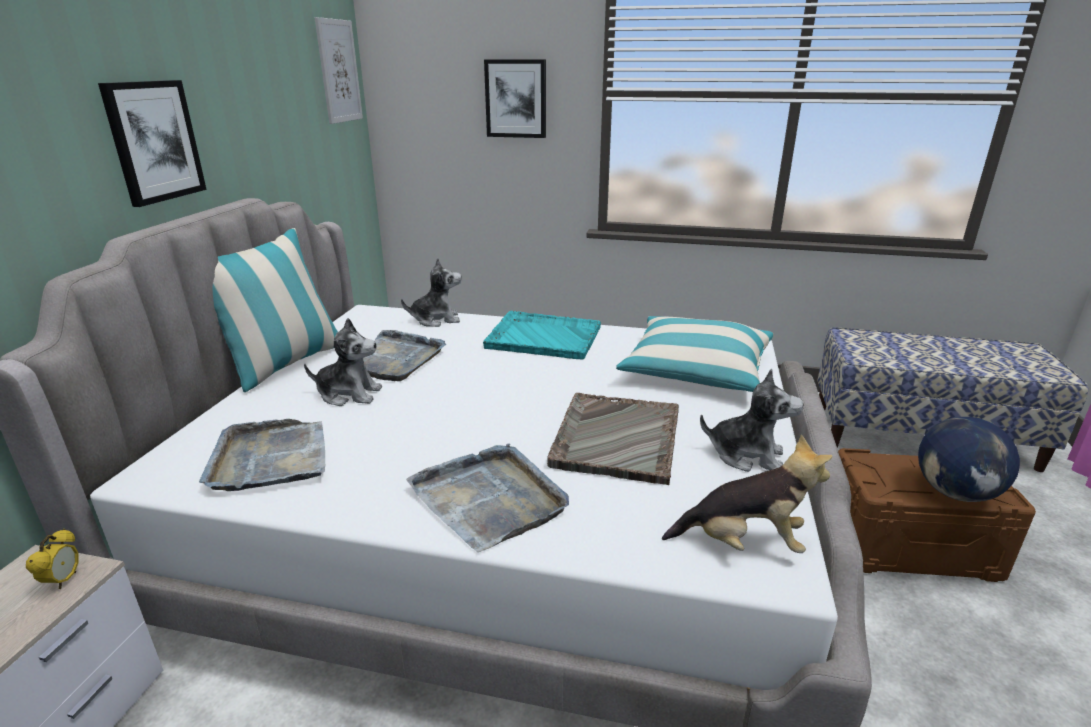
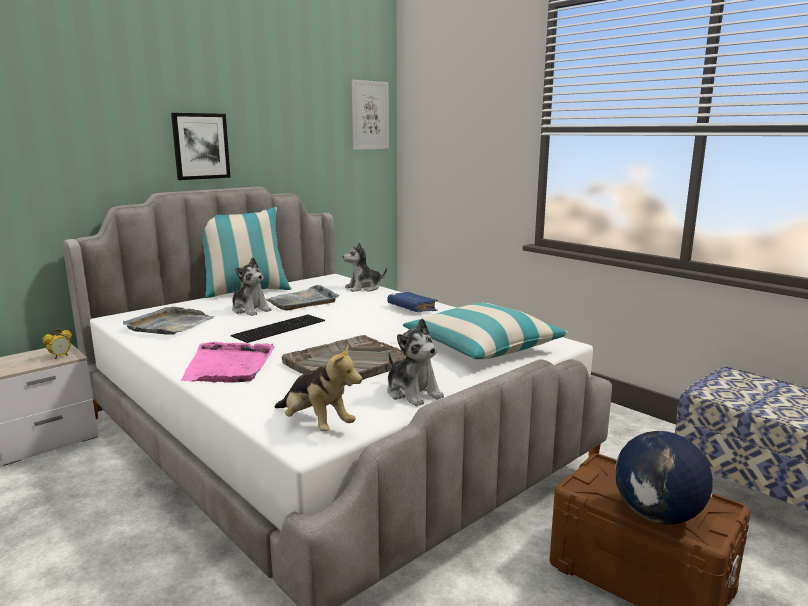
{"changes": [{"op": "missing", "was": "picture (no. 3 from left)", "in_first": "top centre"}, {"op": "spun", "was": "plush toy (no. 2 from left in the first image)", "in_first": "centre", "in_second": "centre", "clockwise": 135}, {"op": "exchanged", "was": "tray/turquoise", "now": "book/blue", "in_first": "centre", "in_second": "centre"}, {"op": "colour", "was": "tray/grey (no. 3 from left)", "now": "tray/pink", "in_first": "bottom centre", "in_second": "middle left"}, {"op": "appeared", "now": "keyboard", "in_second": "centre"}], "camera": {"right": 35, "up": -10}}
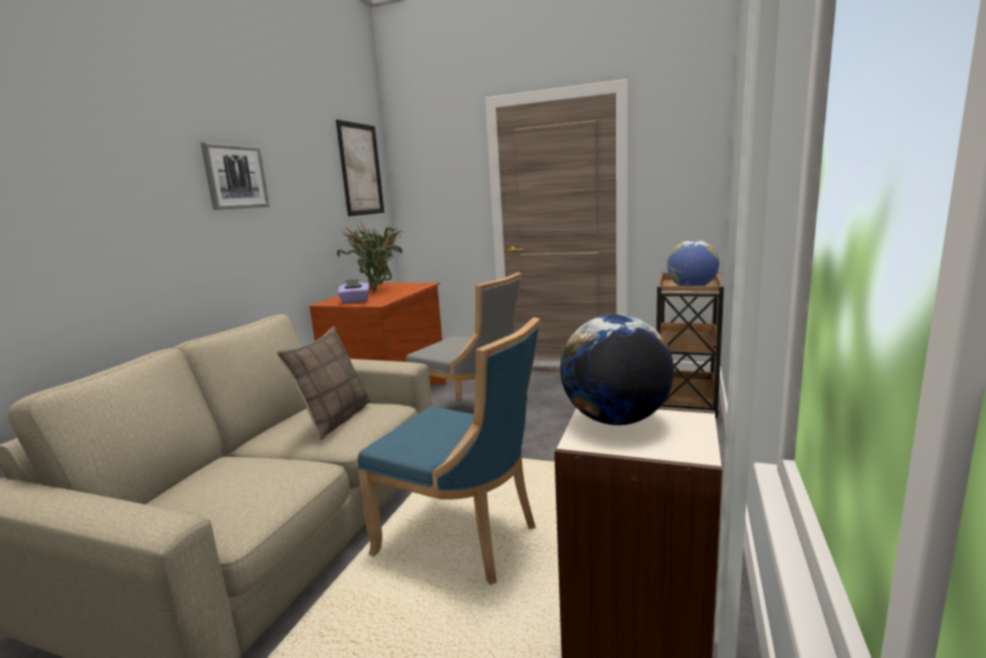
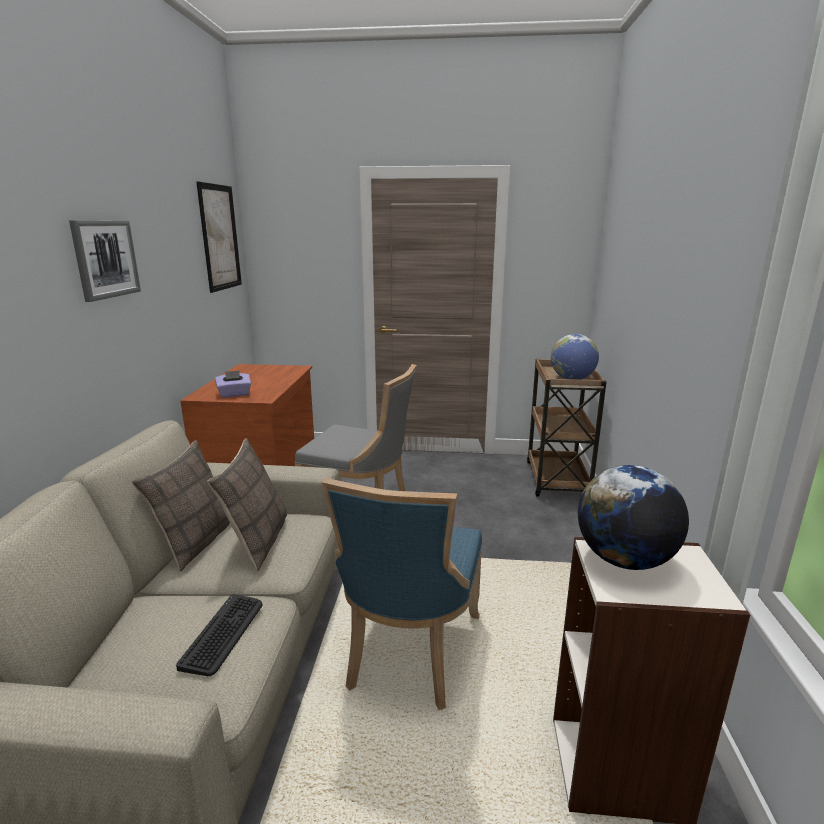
{"changes": [{"op": "missing", "was": "potted plant", "in_first": "centre"}, {"op": "spun", "was": "chair/blue", "in_first": "bottom centre", "in_second": "bottom centre", "clockwise": 90}, {"op": "appeared", "now": "pillow (no. 1 from left)", "in_second": "middle left"}, {"op": "appeared", "now": "keyboard", "in_second": "bottom left"}], "camera": {"right": -15, "up": 5}}
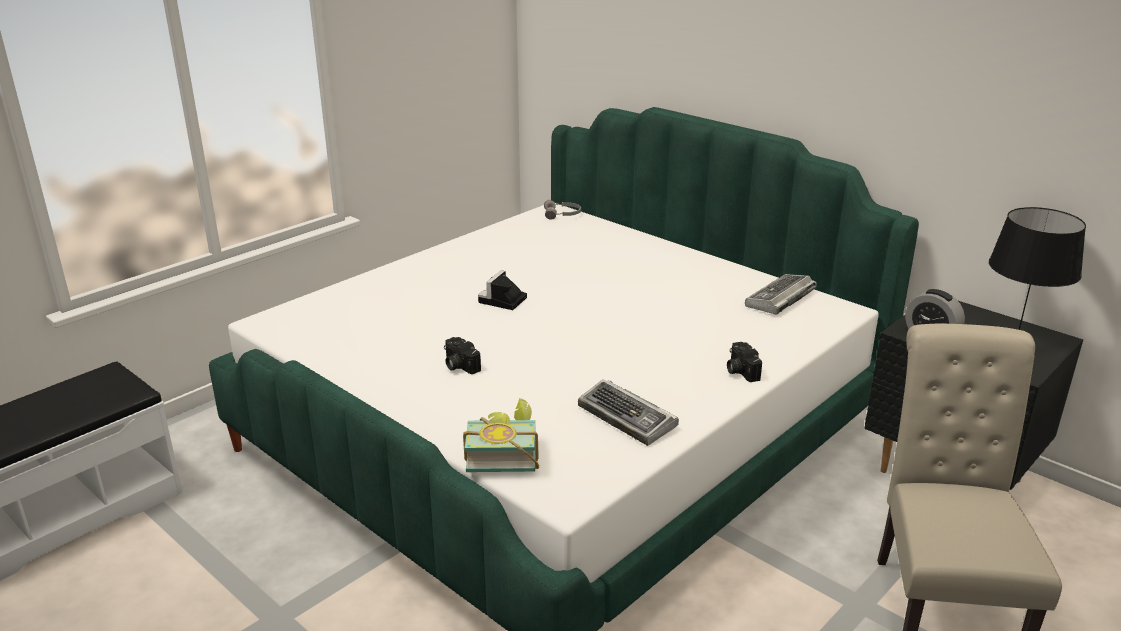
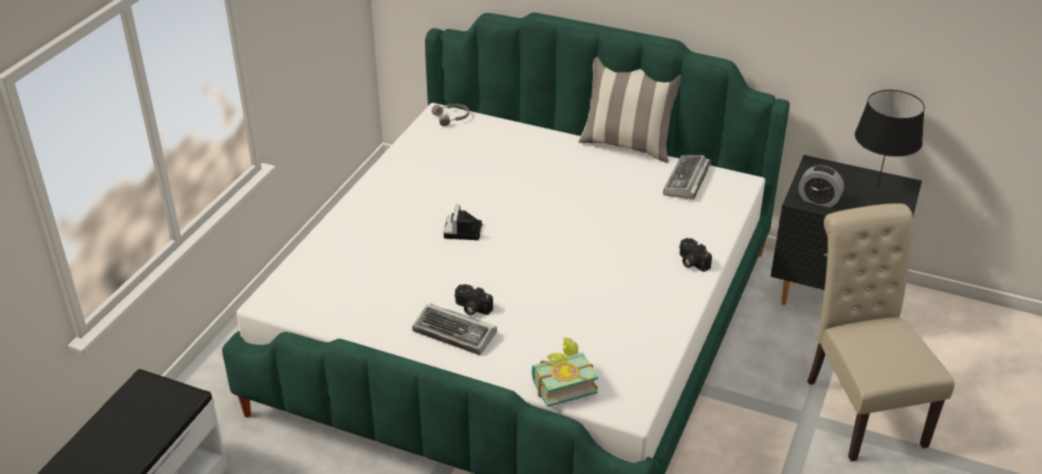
{"changes": [{"op": "relocated", "was": "keyboard (no. 1 from left)", "in_first": "centre", "in_second": "bottom centre"}, {"op": "appeared", "now": "pillow", "in_second": "top centre"}], "camera": {"right": -20, "up": 10}}
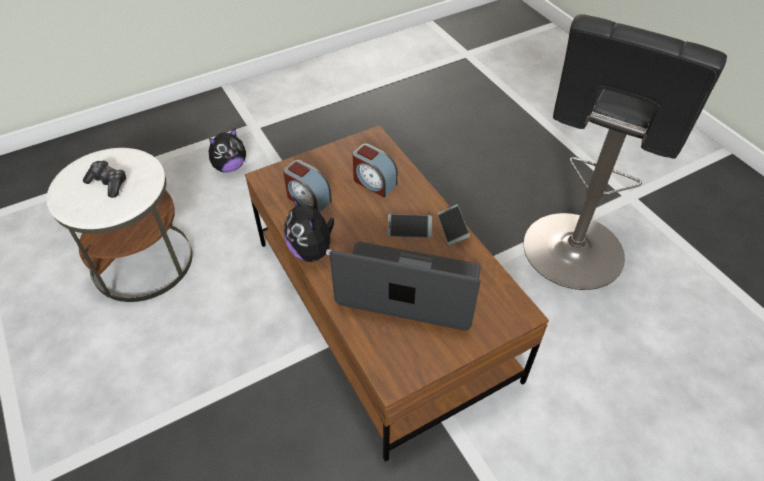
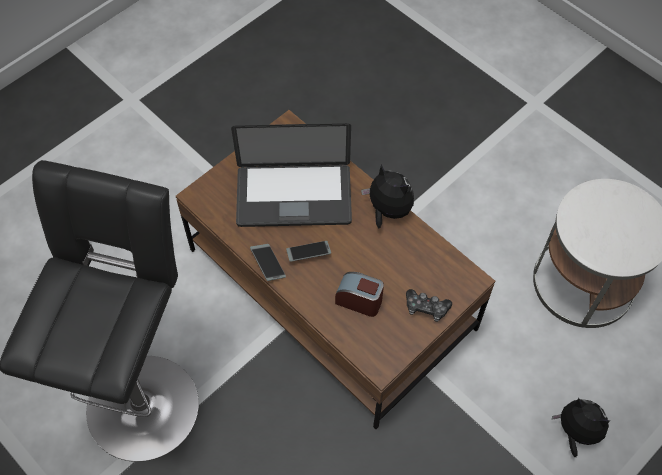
{"changes": [{"op": "spun", "was": "plush toy (no. 1 from left in the first image)", "in_first": "top left", "in_second": "bottom right", "clockwise": 90}, {"op": "relocated", "was": "game controller", "in_first": "middle left", "in_second": "centre"}, {"op": "missing", "was": "alarm clock (no. 1 from left)", "in_first": "centre"}], "camera": {"right": 165, "up": 10}}
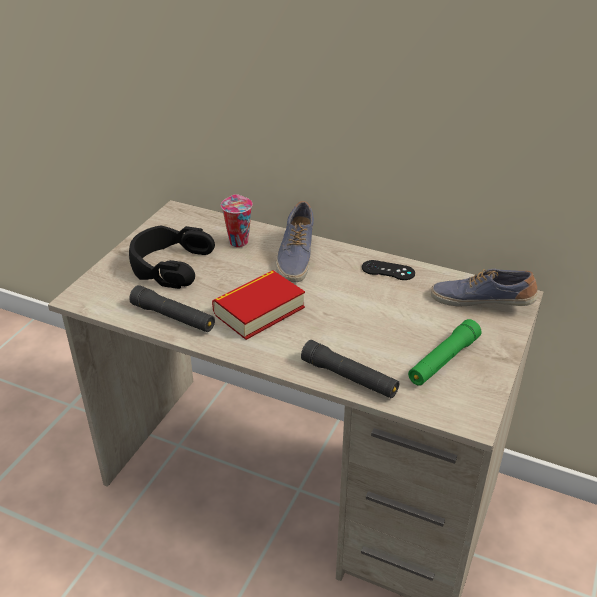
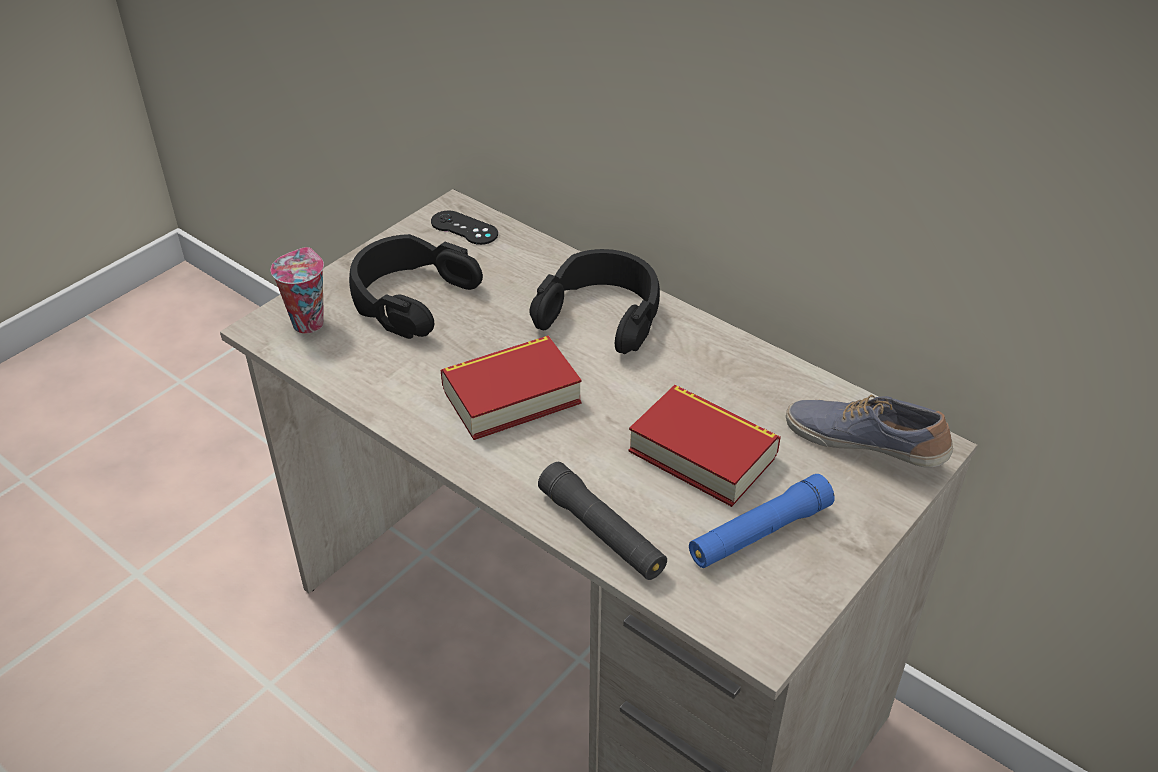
{"changes": [{"op": "relocated", "was": "cup", "in_first": "centre", "in_second": "middle left"}, {"op": "exchanged", "was": "shoe (no. 1 from left)", "now": "headphones/black (no. 2 from left)", "in_first": "centre", "in_second": "centre"}, {"op": "relocated", "was": "game controller/black", "in_first": "centre", "in_second": "top centre"}, {"op": "missing", "was": "flashlight/black (no. 1 from left)", "in_first": "middle left"}, {"op": "colour", "was": "flashlight/green", "now": "flashlight/blue", "in_first": "middle right", "in_second": "bottom centre"}, {"op": "appeared", "now": "book (no. 2 from left)", "in_second": "centre"}], "camera": {"right": 15, "up": 5}}
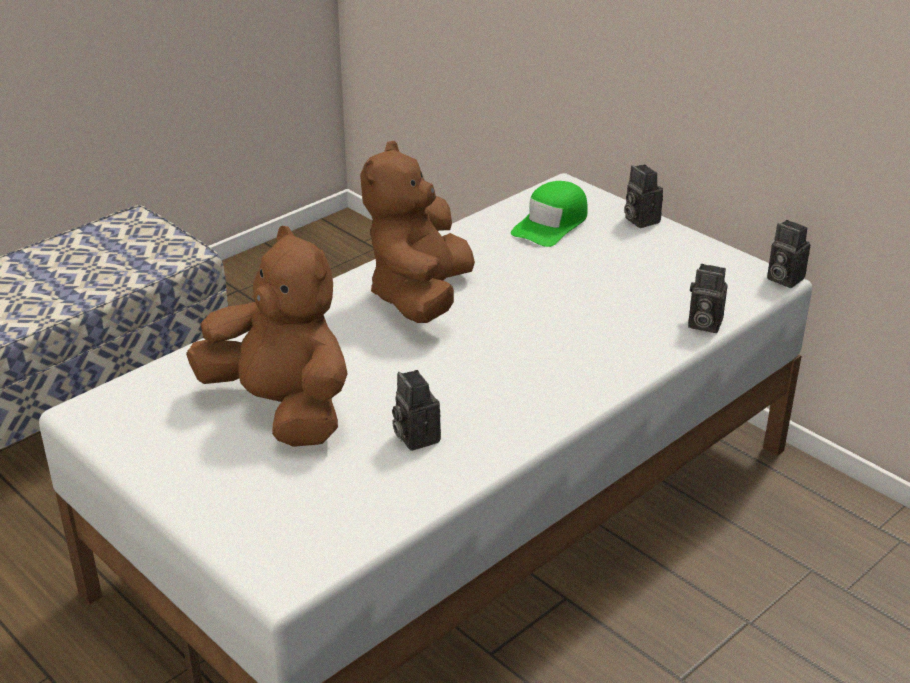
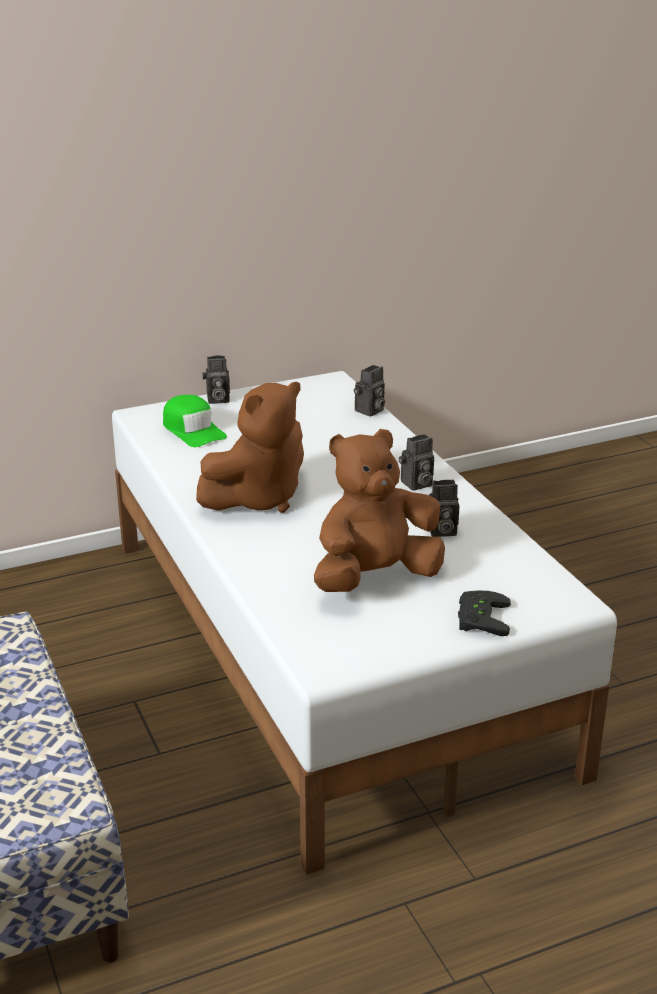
{"changes": [{"op": "spun", "was": "plush toy/brown (no. 2 from left in the first image)", "in_first": "centre", "in_second": "centre", "clockwise": -75}, {"op": "relocated", "was": "photo camera (no. 4 from left in the first image)", "now": "photo camera (no. 3 from left)", "in_first": "middle right", "in_second": "centre"}, {"op": "appeared", "now": "game controller/black", "in_second": "middle right"}], "camera": {"right": -70, "up": -5}}
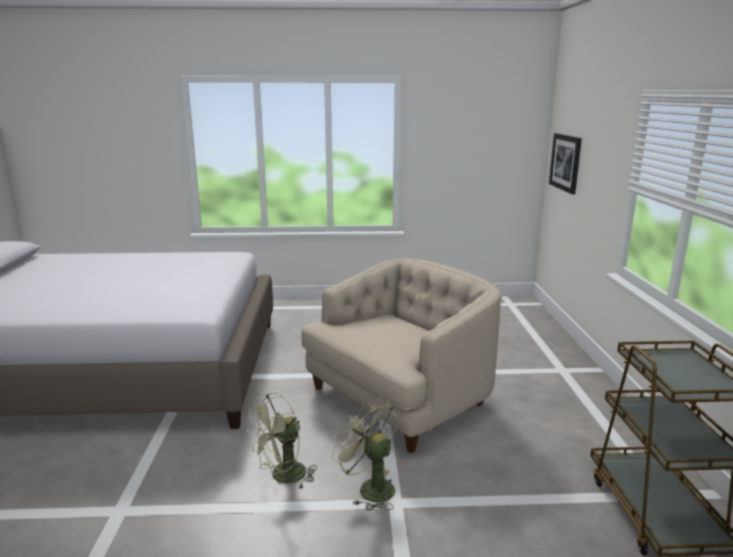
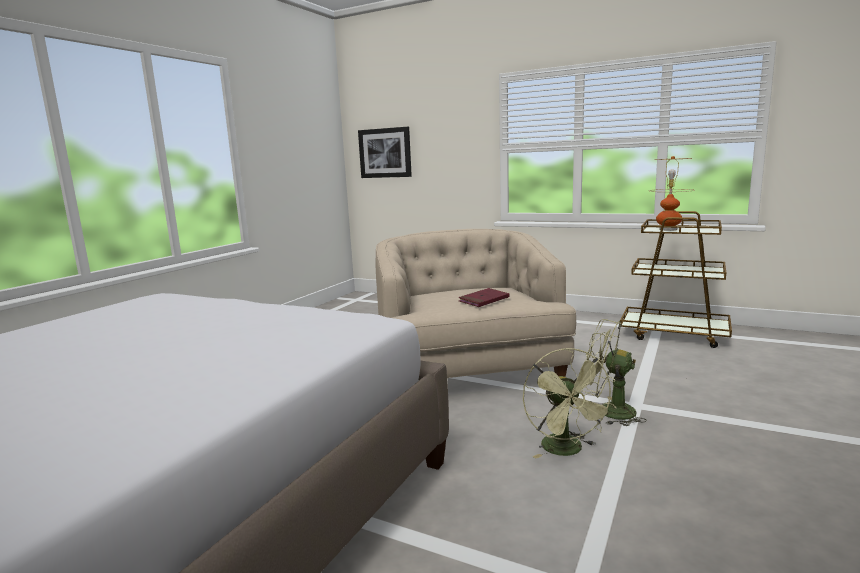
{"changes": [{"op": "spun", "was": "fan/green (no. 2 from left)", "in_first": "bottom centre", "in_second": "middle right", "clockwise": 45}, {"op": "appeared", "now": "table lamp", "in_second": "middle right"}, {"op": "appeared", "now": "book/red", "in_second": "centre"}], "camera": {"right": -60, "up": -5}}
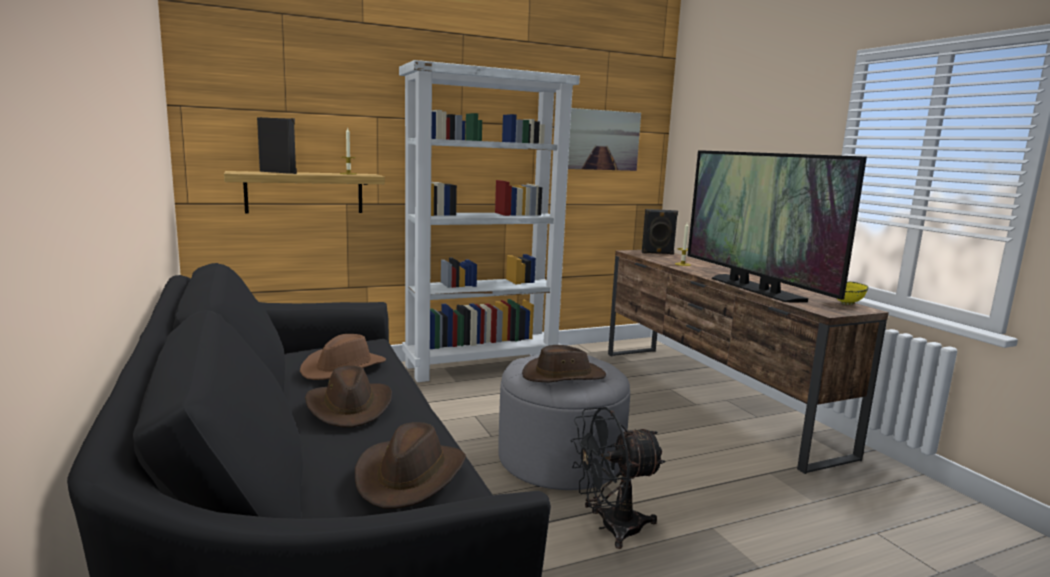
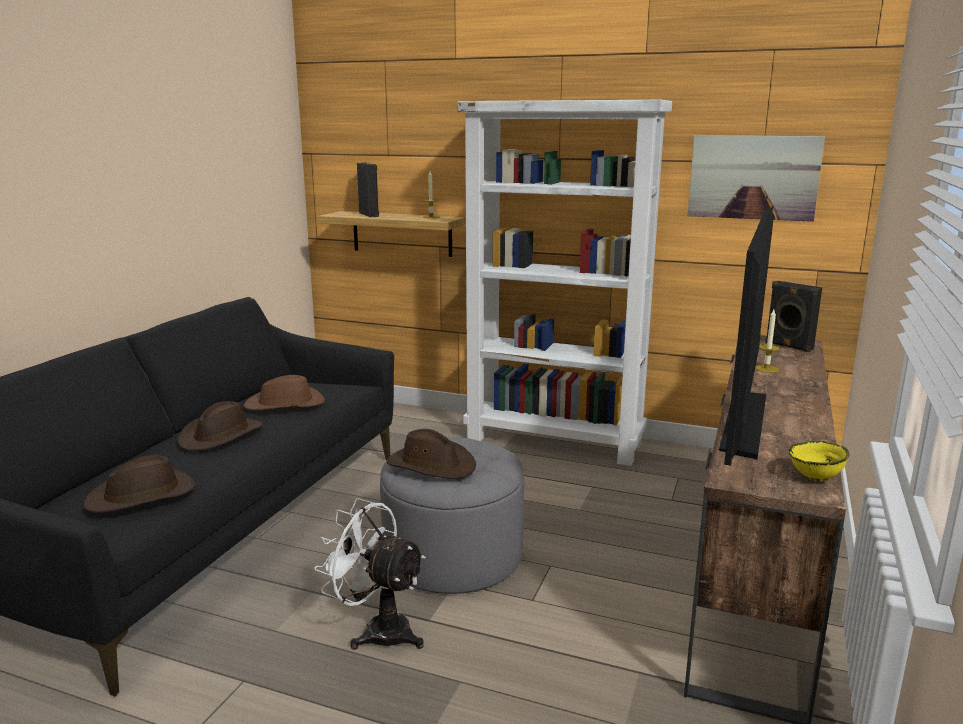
{"changes": [{"op": "colour", "was": "fan/black", "now": "fan/white", "in_first": "bottom centre", "in_second": "bottom centre"}], "camera": {"right": 45, "up": 5}}
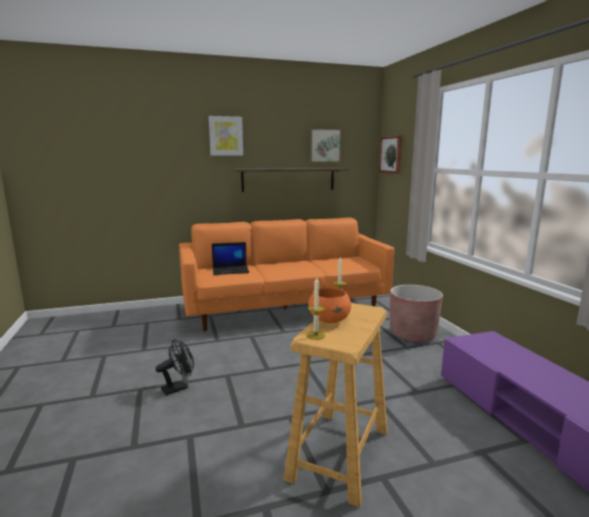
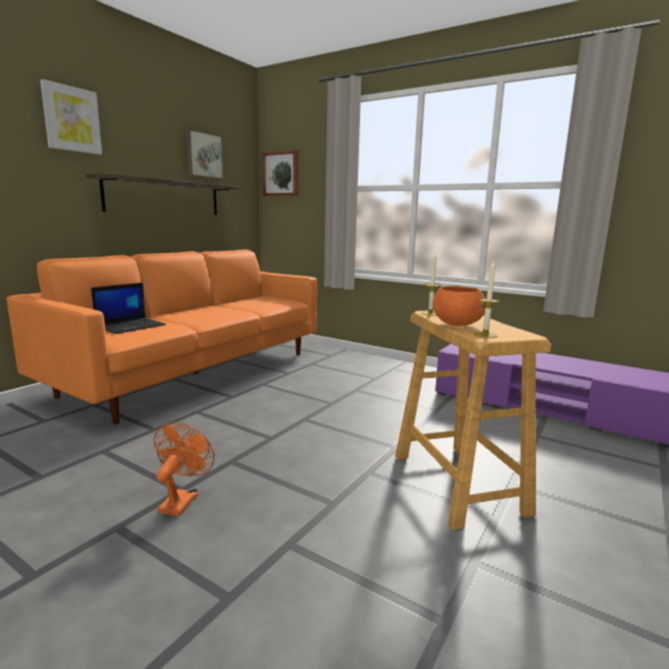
{"changes": [{"op": "missing", "was": "planter/brown", "in_first": "middle right"}, {"op": "colour", "was": "fan/black", "now": "fan/orange", "in_first": "bottom left", "in_second": "bottom left"}], "camera": {"right": -40, "up": 0}}
